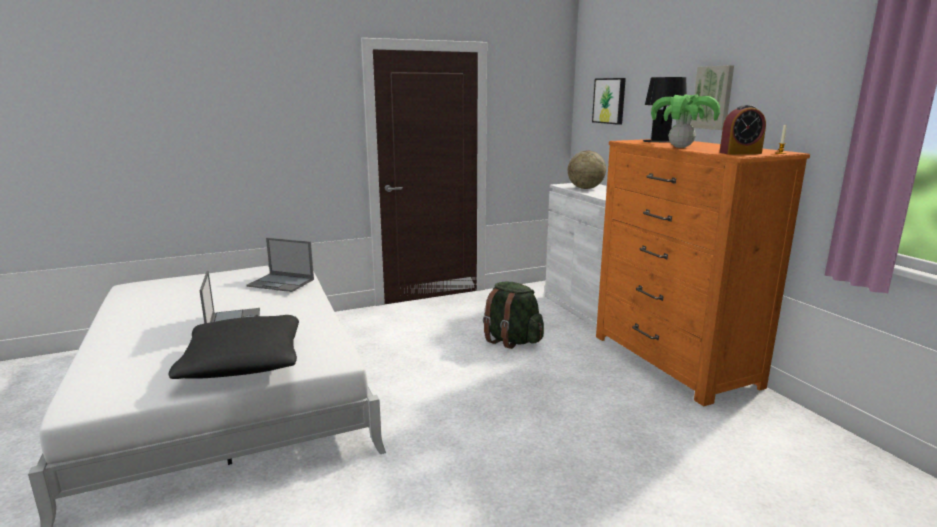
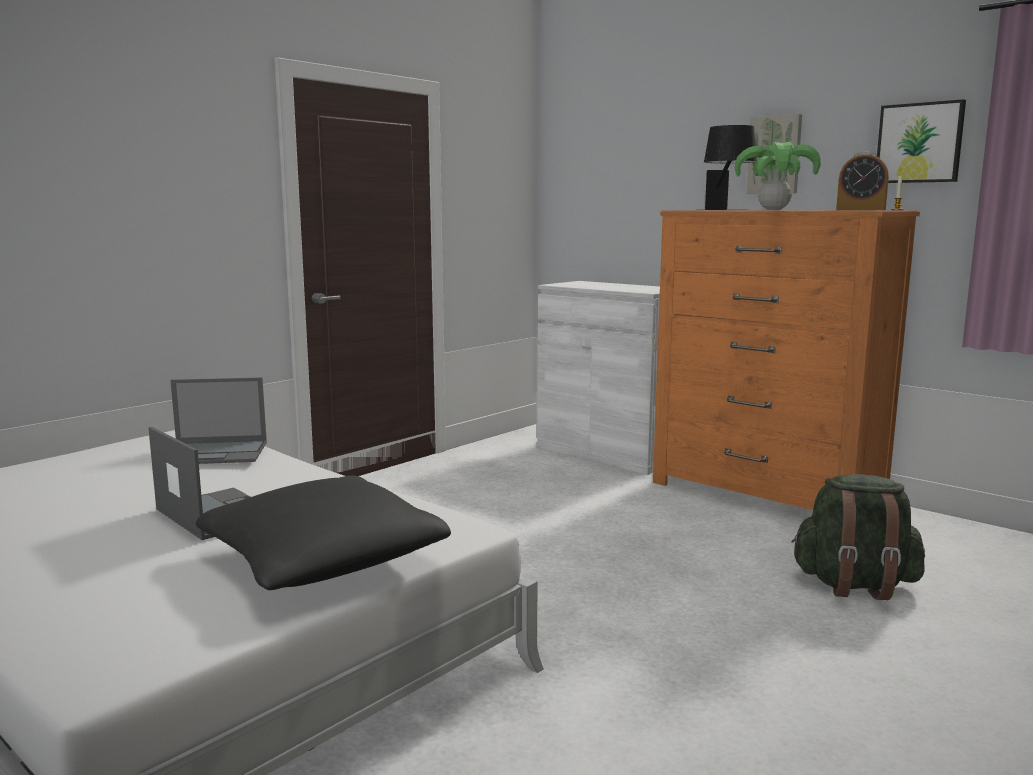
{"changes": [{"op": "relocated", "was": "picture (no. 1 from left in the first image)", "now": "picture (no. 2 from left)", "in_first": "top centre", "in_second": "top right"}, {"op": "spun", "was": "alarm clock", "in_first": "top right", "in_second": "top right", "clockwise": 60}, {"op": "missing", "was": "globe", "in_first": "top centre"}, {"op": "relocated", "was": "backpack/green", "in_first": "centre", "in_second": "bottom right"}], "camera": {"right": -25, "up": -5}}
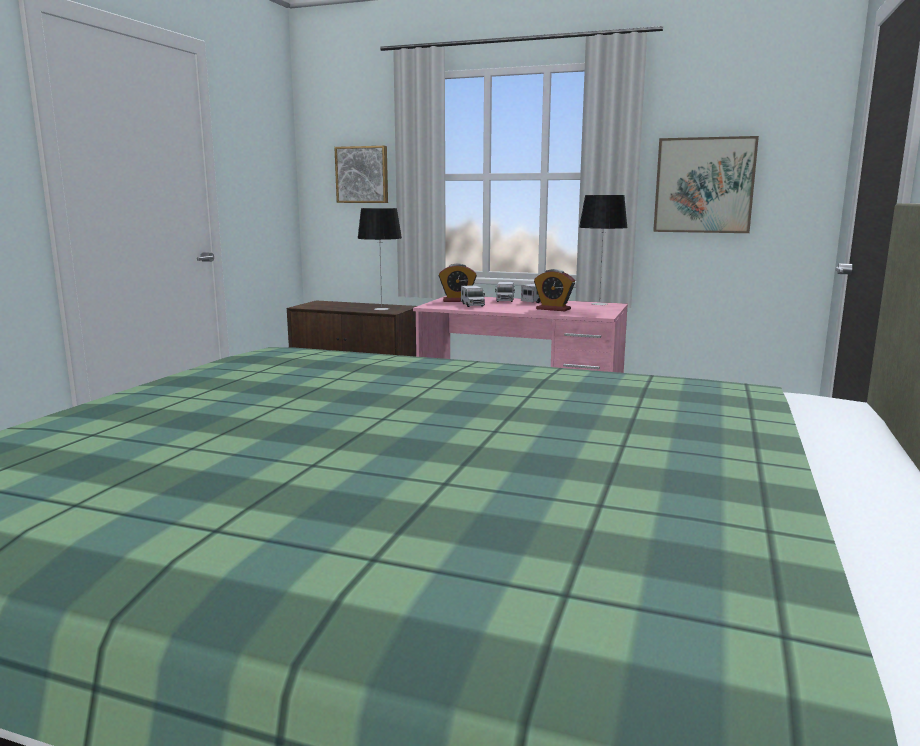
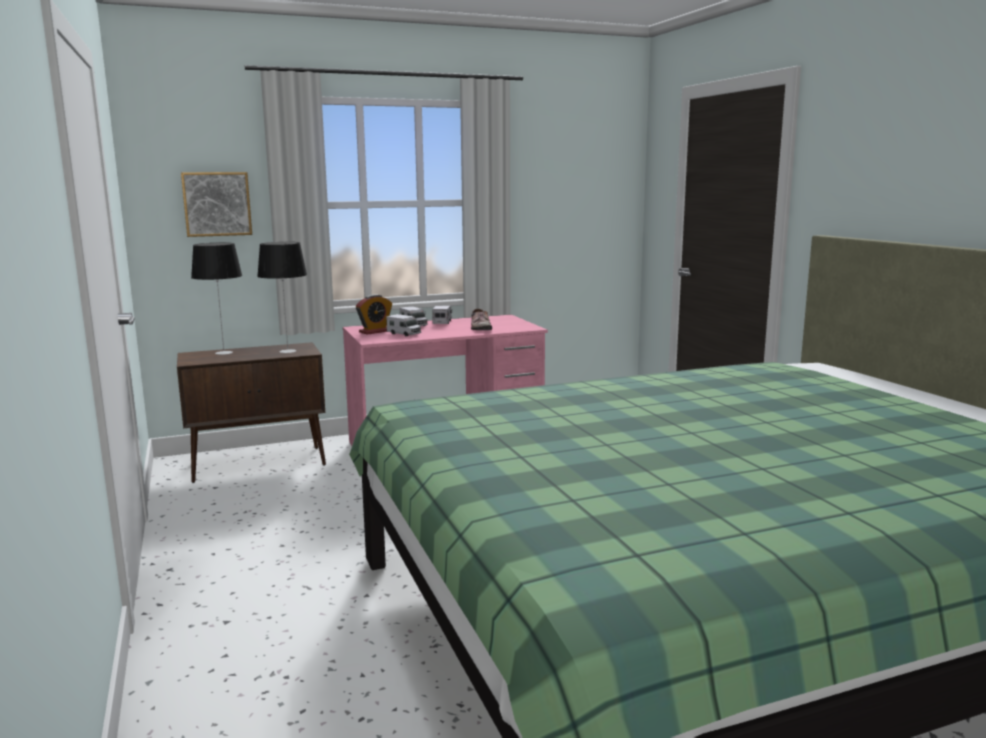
{"changes": [{"op": "missing", "was": "picture (no. 2 from left)", "in_first": "top right"}, {"op": "relocated", "was": "table lamp (no. 2 from left in the first image)", "now": "table lamp (no. 1 from left)", "in_first": "centre", "in_second": "middle left"}, {"op": "exchanged", "was": "alarm clock (no. 2 from left)", "now": "shoe", "in_first": "centre", "in_second": "centre"}], "camera": {"right": -40, "up": 0}}
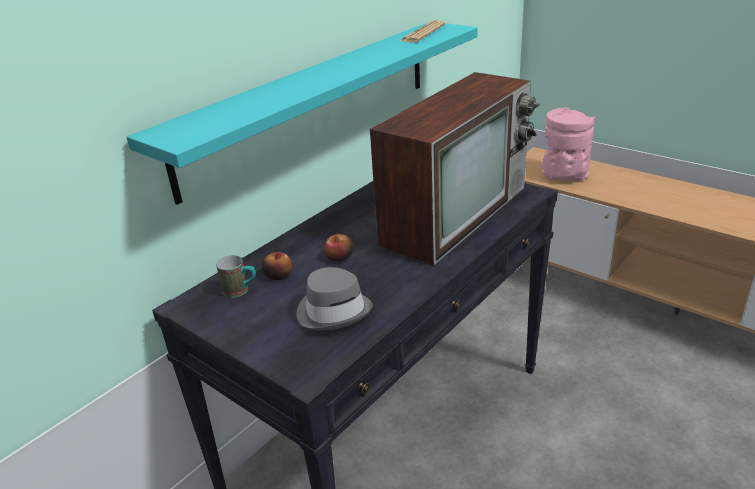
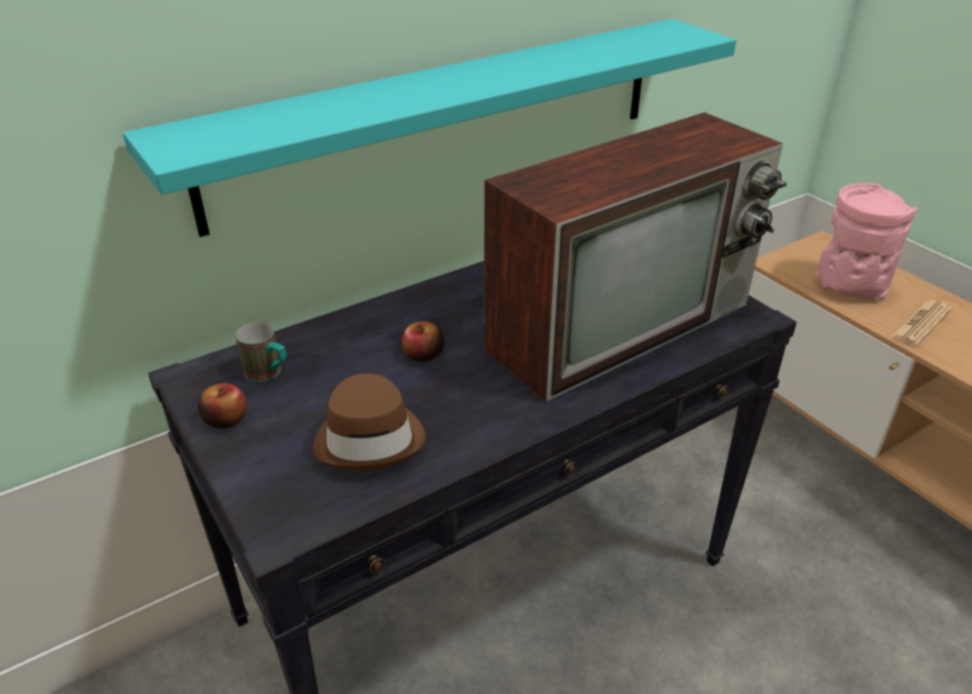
{"changes": [{"op": "relocated", "was": "newspaper", "in_first": "top centre", "in_second": "middle right"}, {"op": "relocated", "was": "apple (no. 1 from left)", "in_first": "centre", "in_second": "middle left"}, {"op": "colour", "was": "hat/grey", "now": "hat/brown", "in_first": "centre", "in_second": "centre"}], "camera": {"right": 15, "up": 5}}
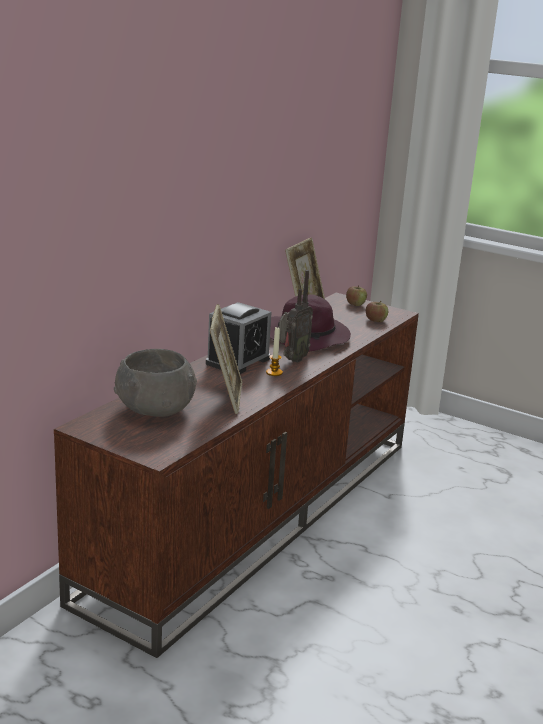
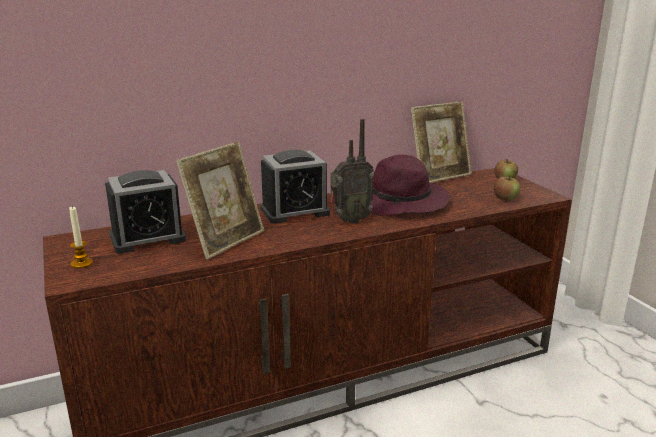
{"changes": [{"op": "relocated", "was": "candle", "in_first": "centre", "in_second": "middle left"}, {"op": "exchanged", "was": "bowl/grey", "now": "alarm clock (no. 1 from left)", "in_first": "middle left", "in_second": "middle left"}], "camera": {"right": 35, "up": 0}}
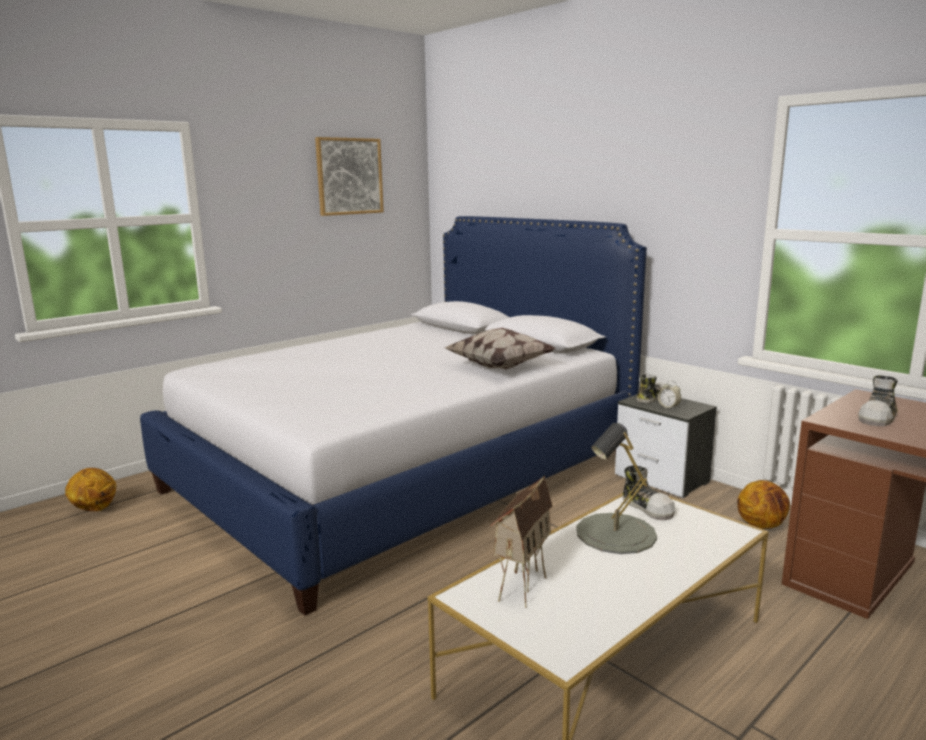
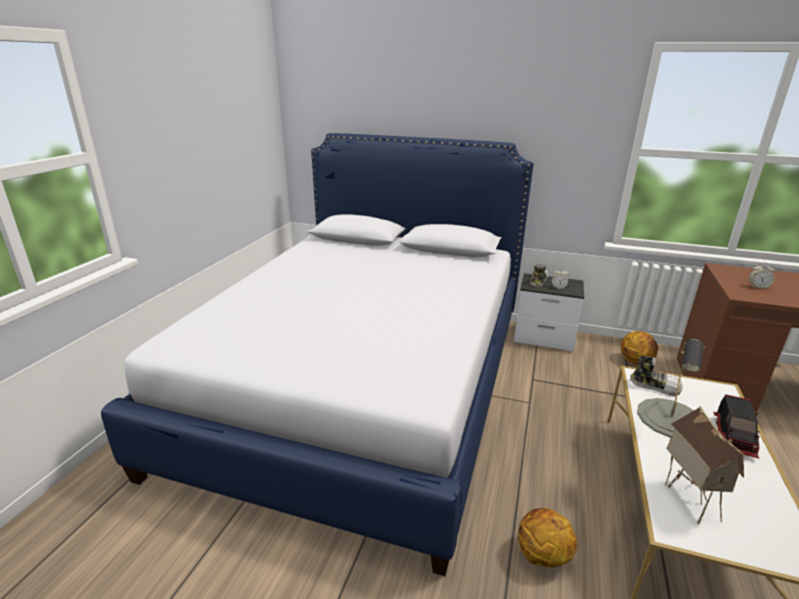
{"changes": [{"op": "missing", "was": "picture", "in_first": "top centre"}, {"op": "missing", "was": "pillow", "in_first": "centre"}, {"op": "exchanged", "was": "shoe (no. 3 from left)", "now": "alarm clock (no. 2 from left)", "in_first": "middle right", "in_second": "middle right"}, {"op": "relocated", "was": "basketball (no. 1 from left)", "in_first": "middle left", "in_second": "bottom right"}, {"op": "appeared", "now": "toy truck", "in_second": "bottom right"}], "camera": {"right": -30, "up": 10}}
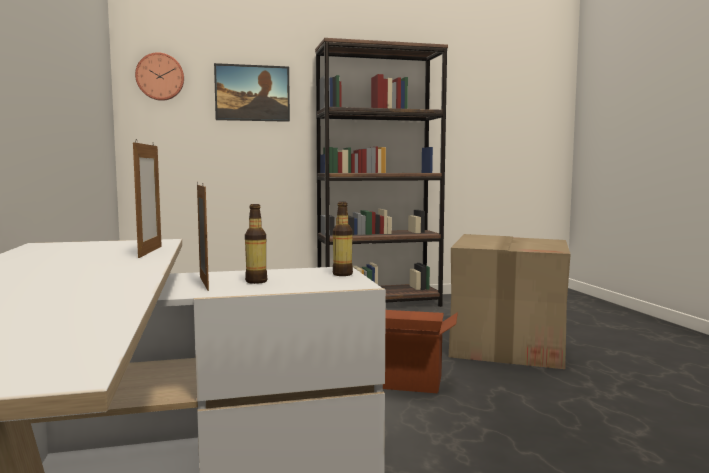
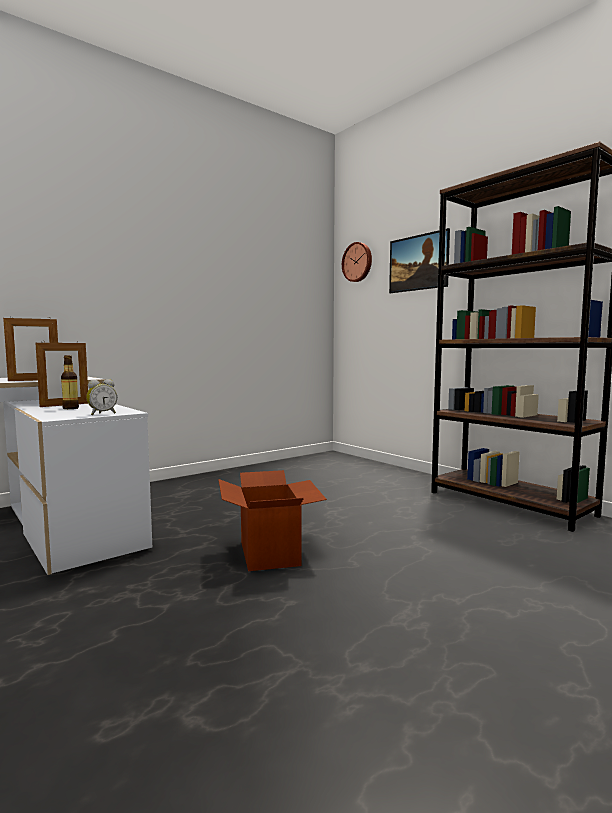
{"changes": [{"op": "exchanged", "was": "bottle (no. 2 from left)", "now": "alarm clock", "in_first": "centre", "in_second": "middle left"}, {"op": "missing", "was": "cardboard box (no. 2 from left)", "in_first": "middle right"}], "camera": {"right": 65, "up": 0}}
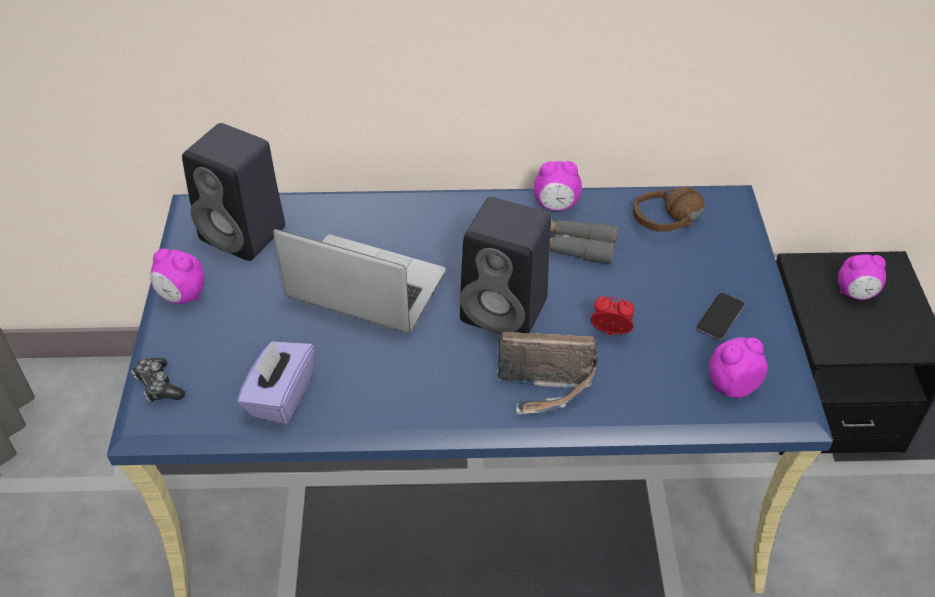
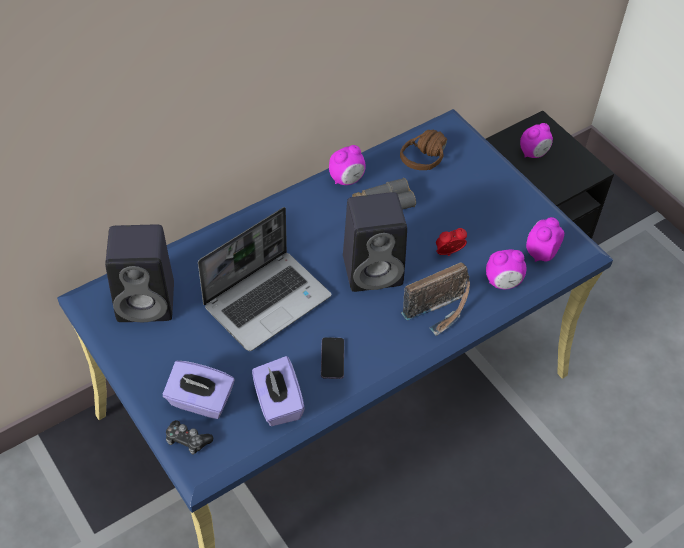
{"changes": [{"op": "spun", "was": "laptop", "in_first": "centre", "in_second": "centre", "clockwise": 150}, {"op": "relocated", "was": "alarm clock (no. 1 from left in the first image)", "now": "alarm clock (no. 3 from left)", "in_first": "middle left", "in_second": "middle right"}, {"op": "relocated", "was": "phone", "in_first": "middle right", "in_second": "centre"}, {"op": "appeared", "now": "tissue box/purple (no. 1 from left)", "in_second": "bottom left"}], "camera": {"right": -35, "up": 5}}
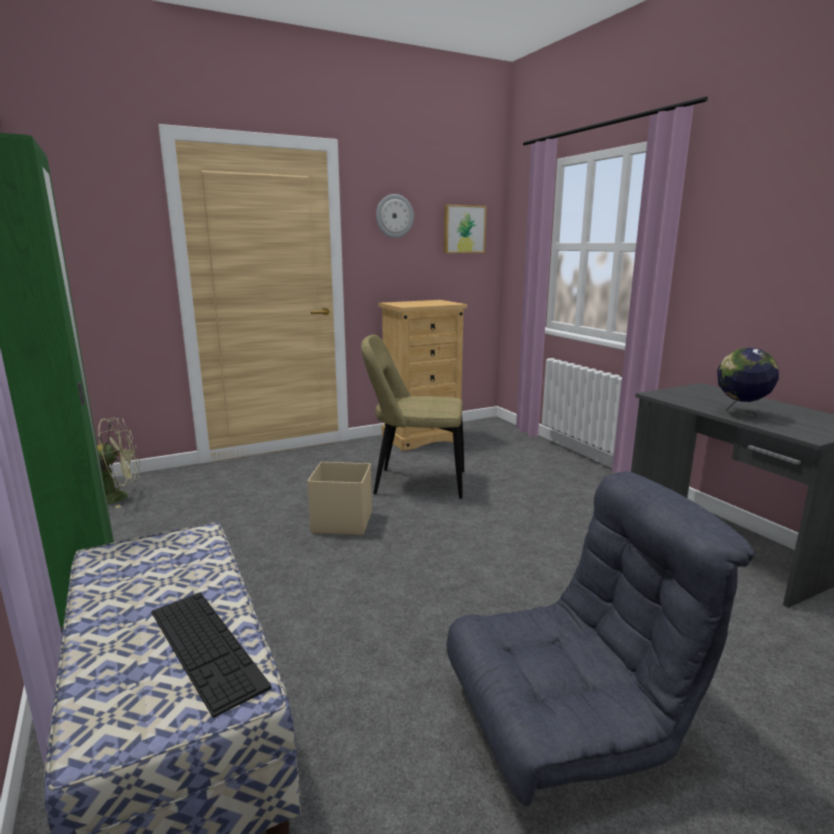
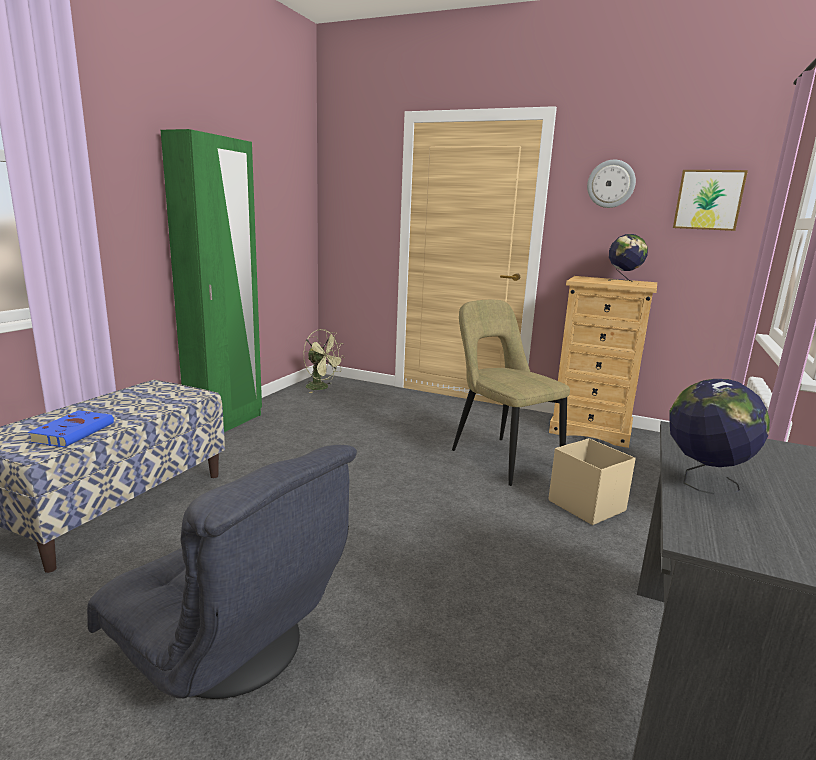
{"changes": [{"op": "relocated", "was": "storage box/beige", "in_first": "centre", "in_second": "middle right"}, {"op": "exchanged", "was": "keyboard", "now": "book/blue", "in_first": "bottom left", "in_second": "middle left"}, {"op": "appeared", "now": "globe (no. 1 from left)", "in_second": "middle right"}], "camera": {"right": 50, "up": 0}}
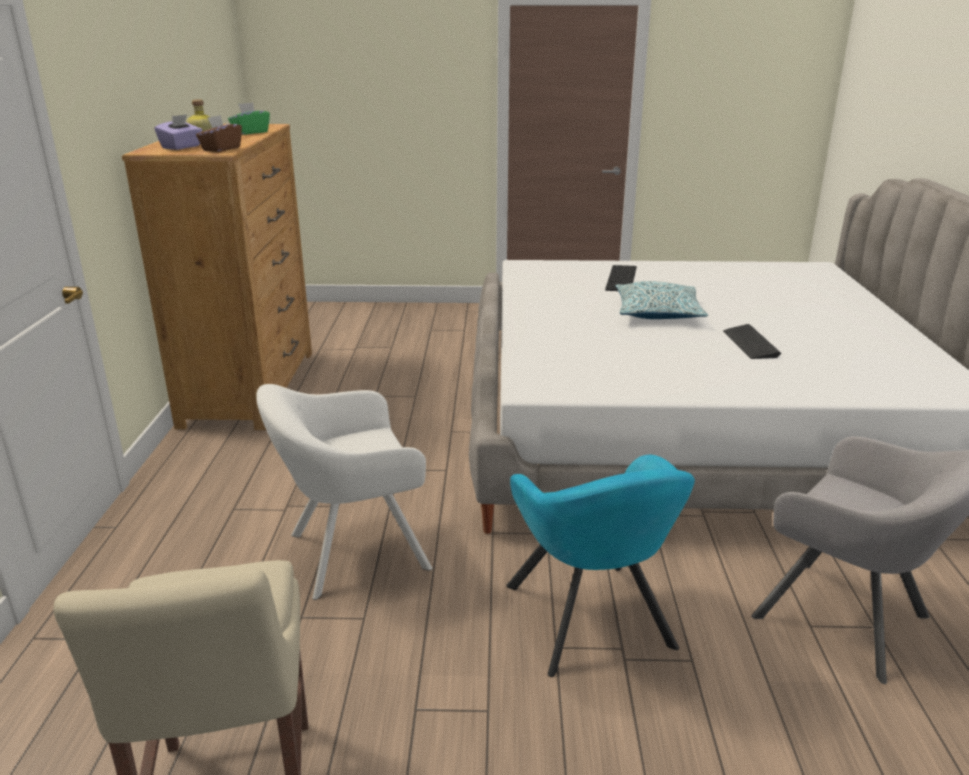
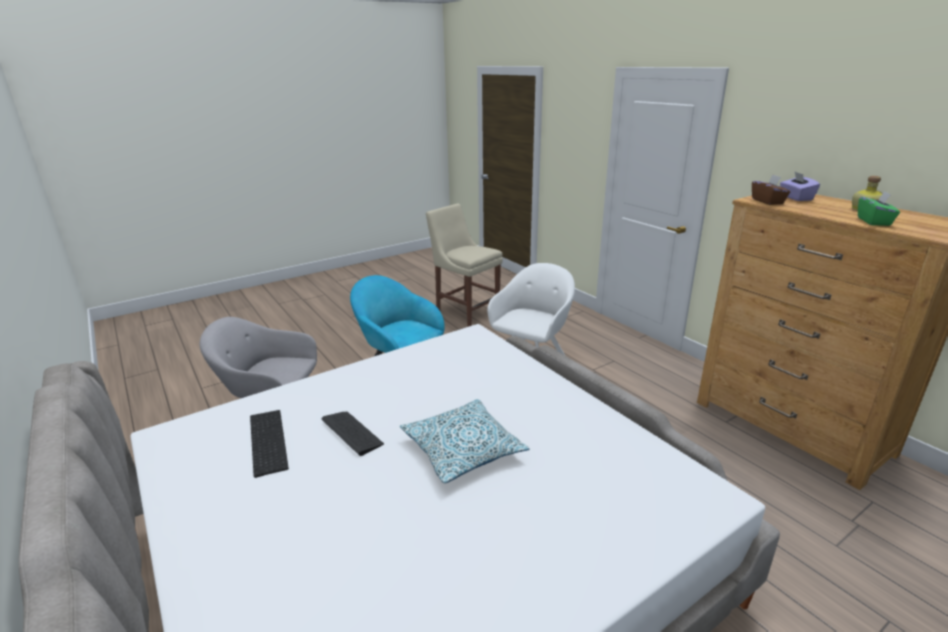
{"changes": [{"op": "relocated", "was": "keyboard (no. 1 from left)", "in_first": "centre", "in_second": "bottom left"}], "camera": {"right": 145, "up": 0}}
